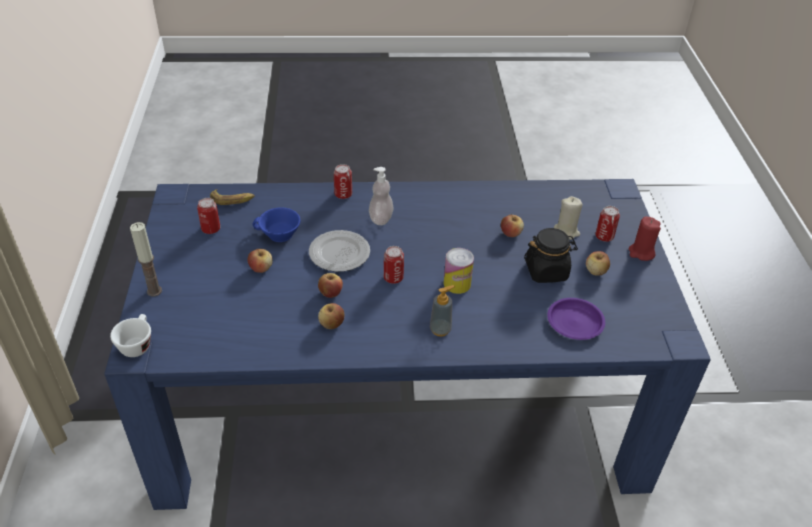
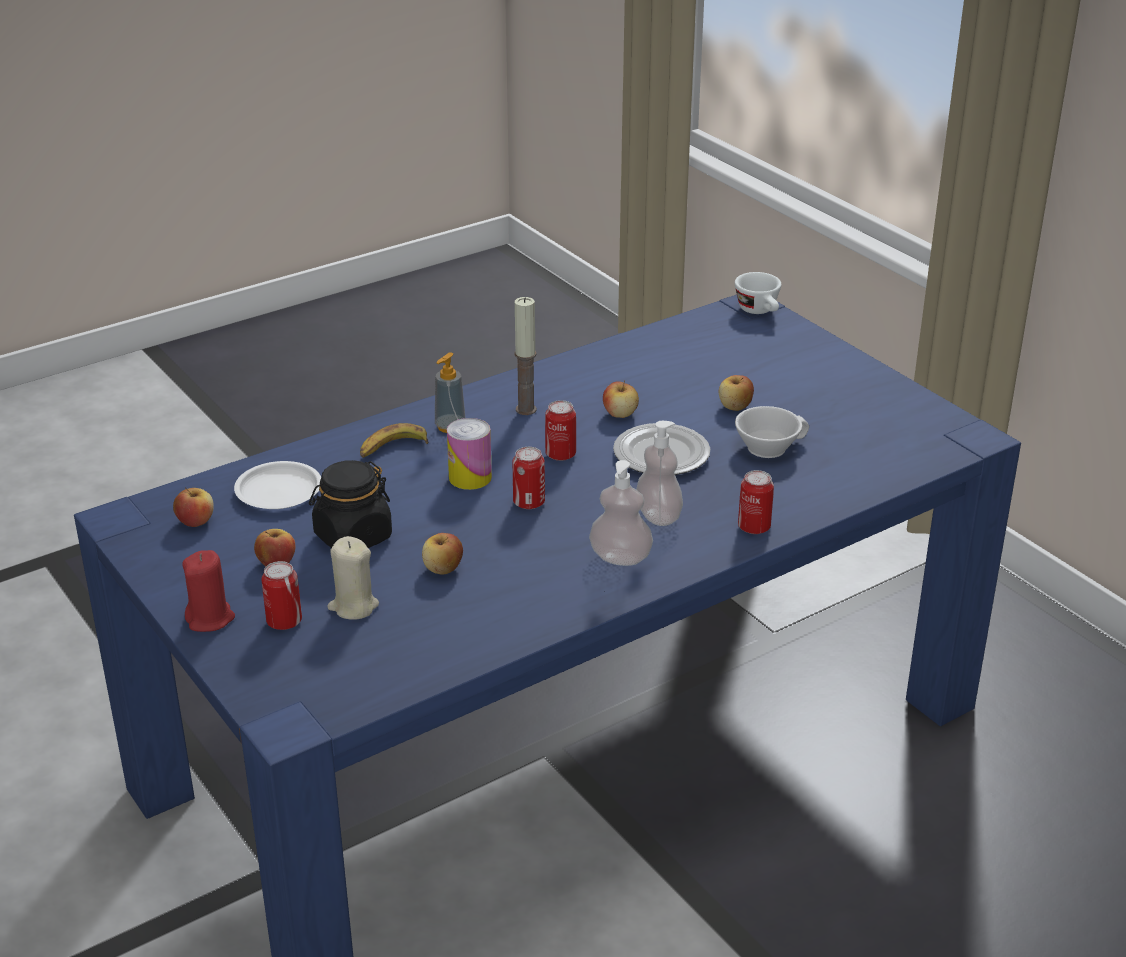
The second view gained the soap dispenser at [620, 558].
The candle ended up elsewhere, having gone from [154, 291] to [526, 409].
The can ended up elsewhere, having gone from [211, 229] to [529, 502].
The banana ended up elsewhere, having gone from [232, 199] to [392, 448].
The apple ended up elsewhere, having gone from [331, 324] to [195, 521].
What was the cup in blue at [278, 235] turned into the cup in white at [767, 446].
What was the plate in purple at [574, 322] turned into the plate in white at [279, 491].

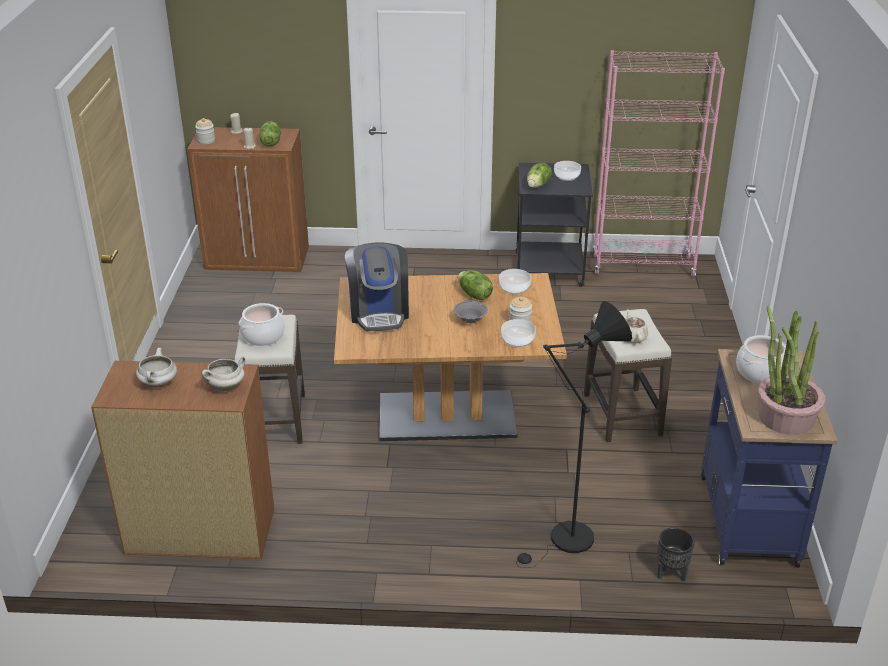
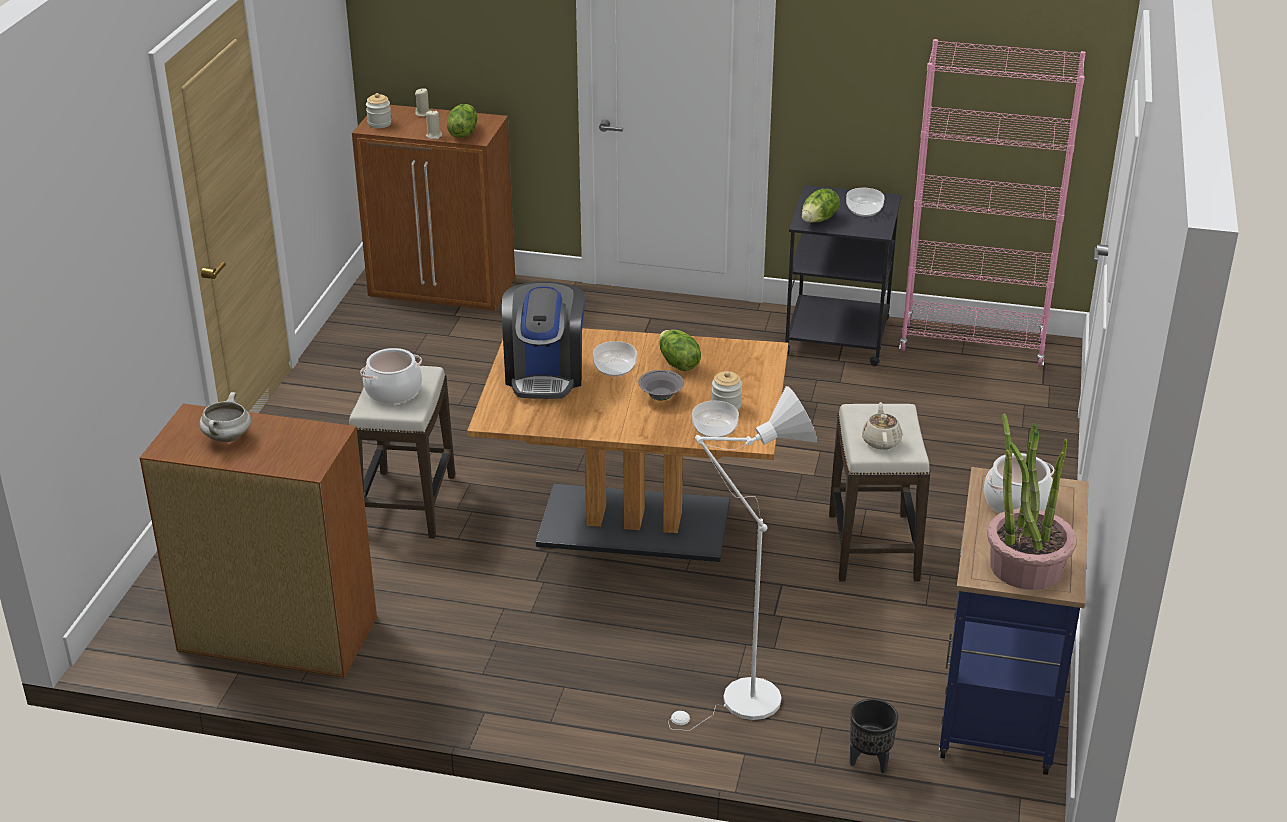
The second view lost the cooking pot in white at [226, 386].
The bowl ended up elsewhere, having gone from [514, 288] to [615, 368].
What was the floor lamp in black at [566, 542] turned into the floor lamp in white at [742, 704].

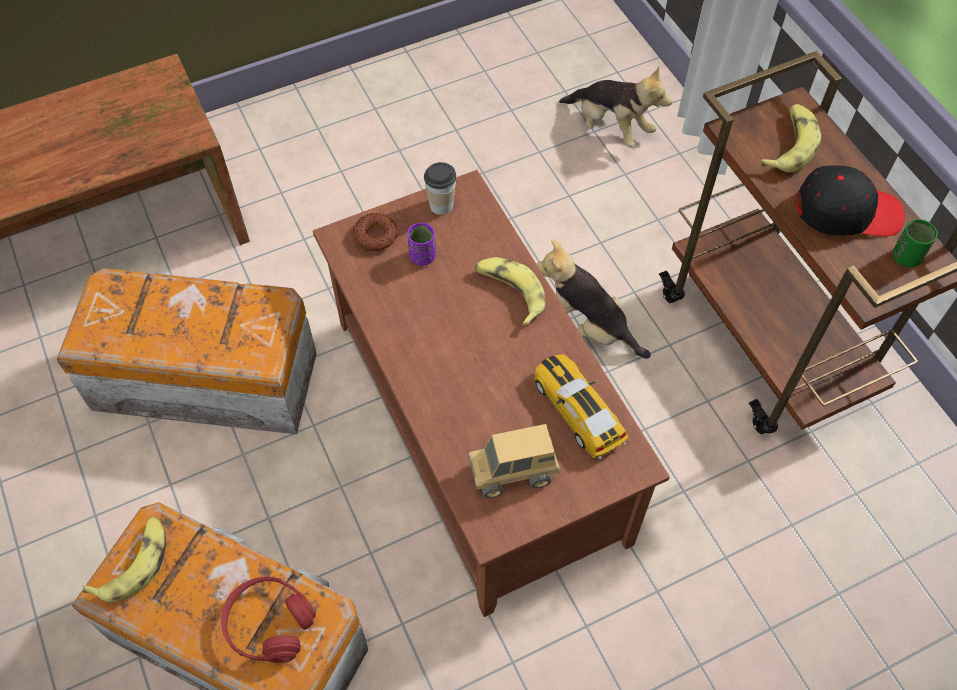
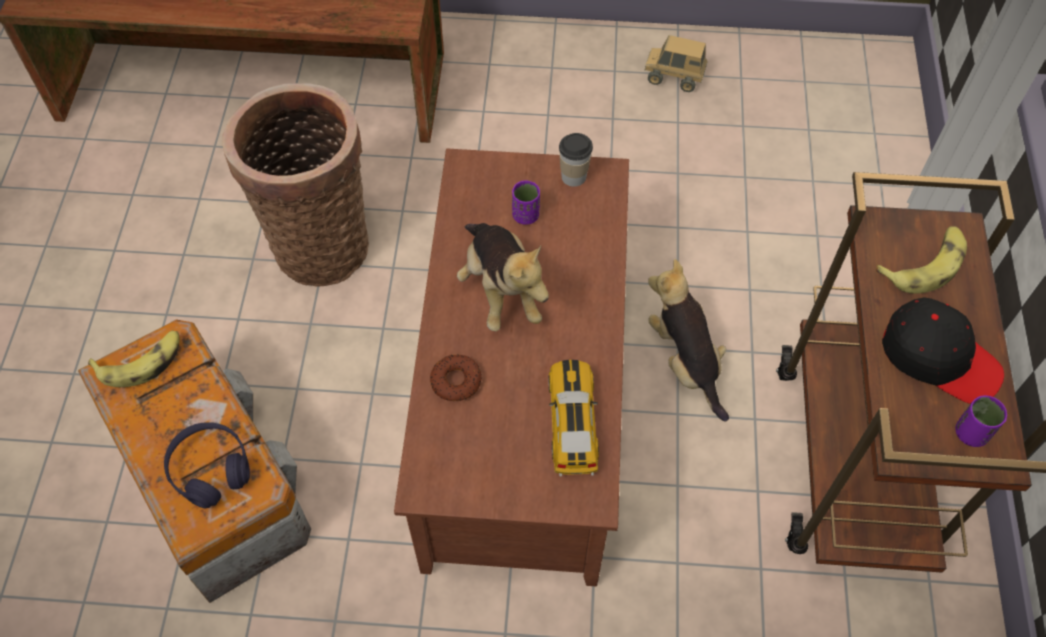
The second view lost the banana at [510, 292].
The donut ended up elsewhere, having gone from [375, 236] to [455, 381].
The toy truck ended up elsewhere, having gone from [513, 473] to [674, 78].
The plush toy ended up elsewhere, having gone from [610, 127] to [500, 290].
Where the storage box stood at [204, 377], the basket came to stand at [320, 242].
What was the headphones in red at [269, 624] turned into the headphones in purple at [210, 469].
What was the cup in green at [906, 257] turned into the cup in purple at [971, 433].

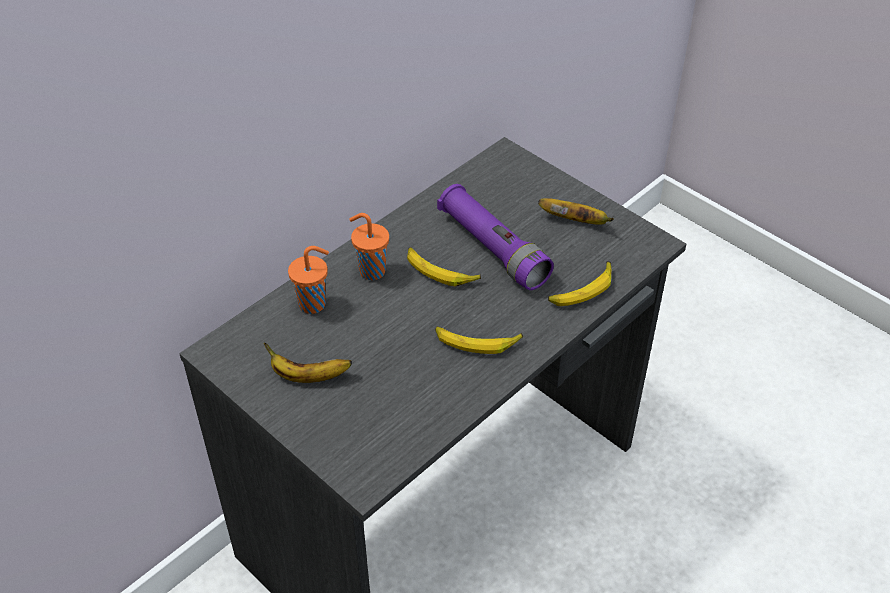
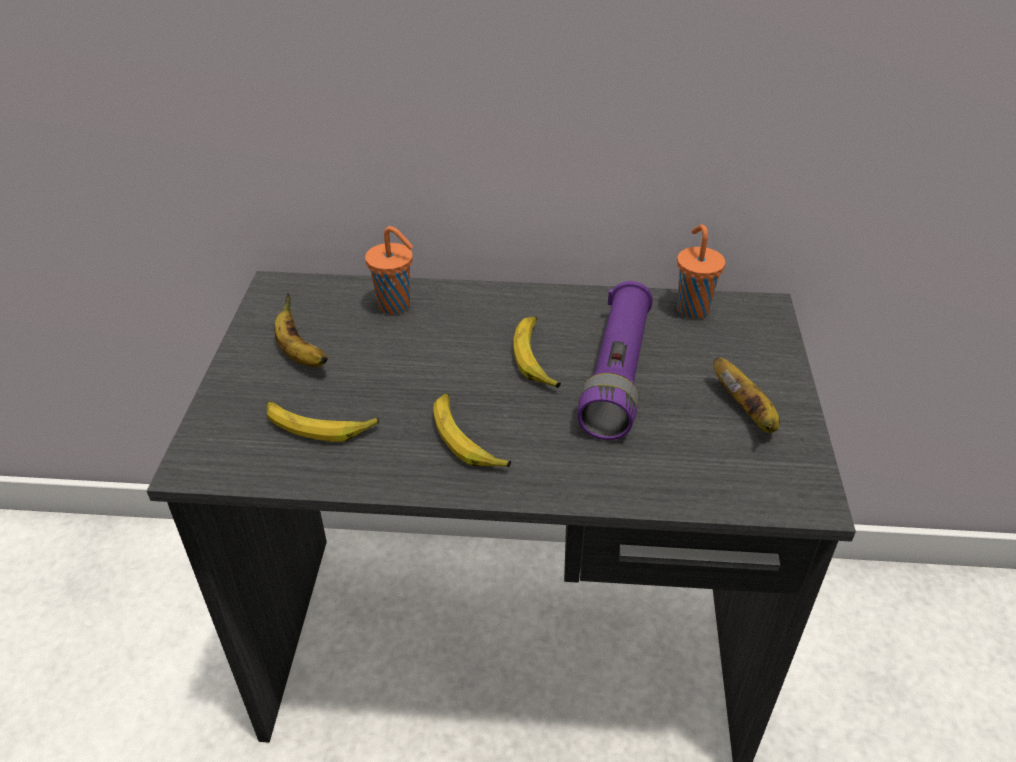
The cup in orange ended up elsewhere, having gone from [370, 271] to [691, 308].
The banana ended up elsewhere, having gone from [582, 290] to [319, 426].

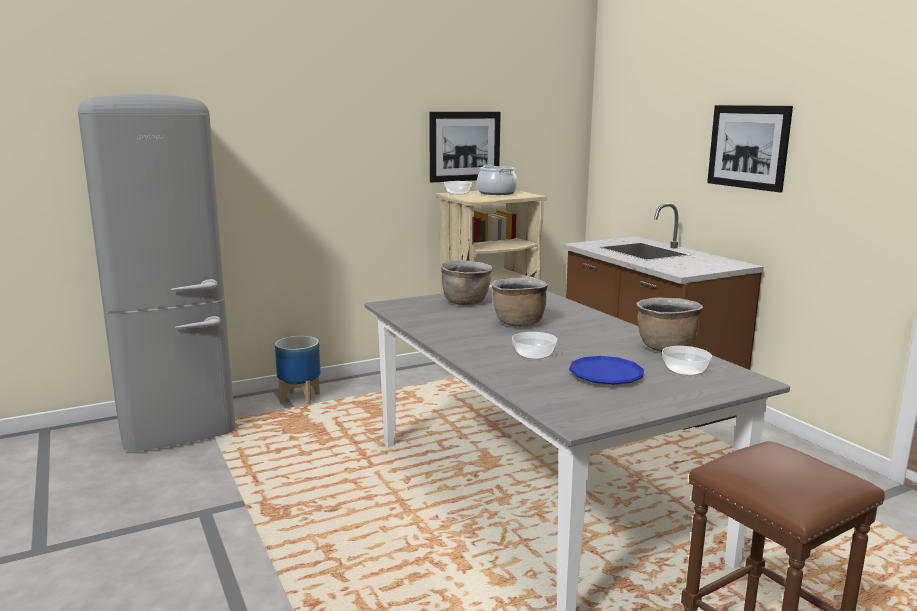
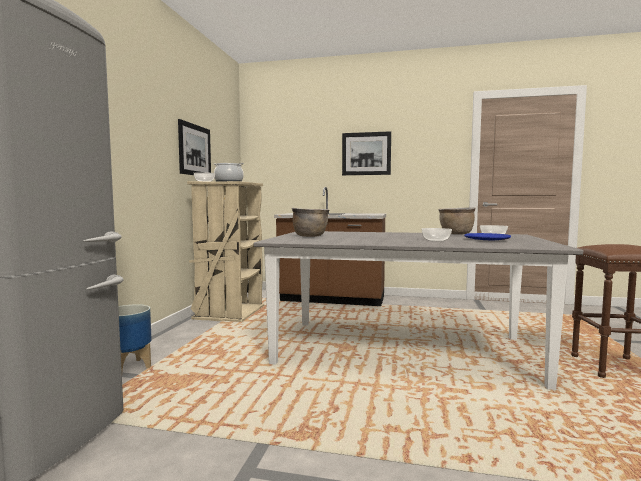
The second view lost the cooking pot in brown at [518, 323].

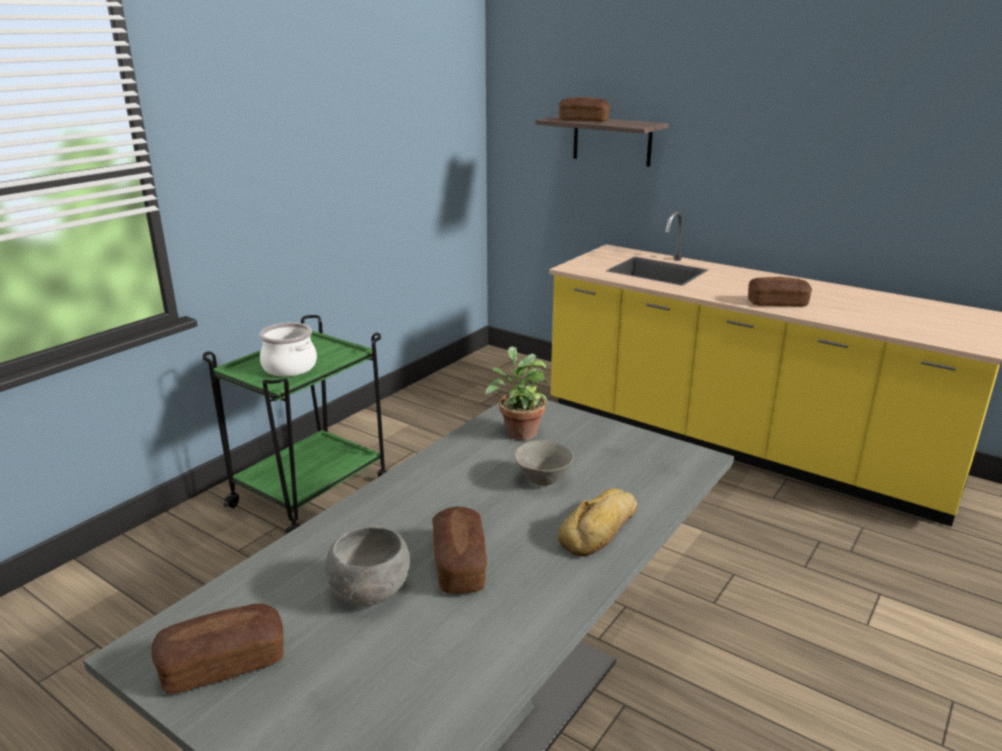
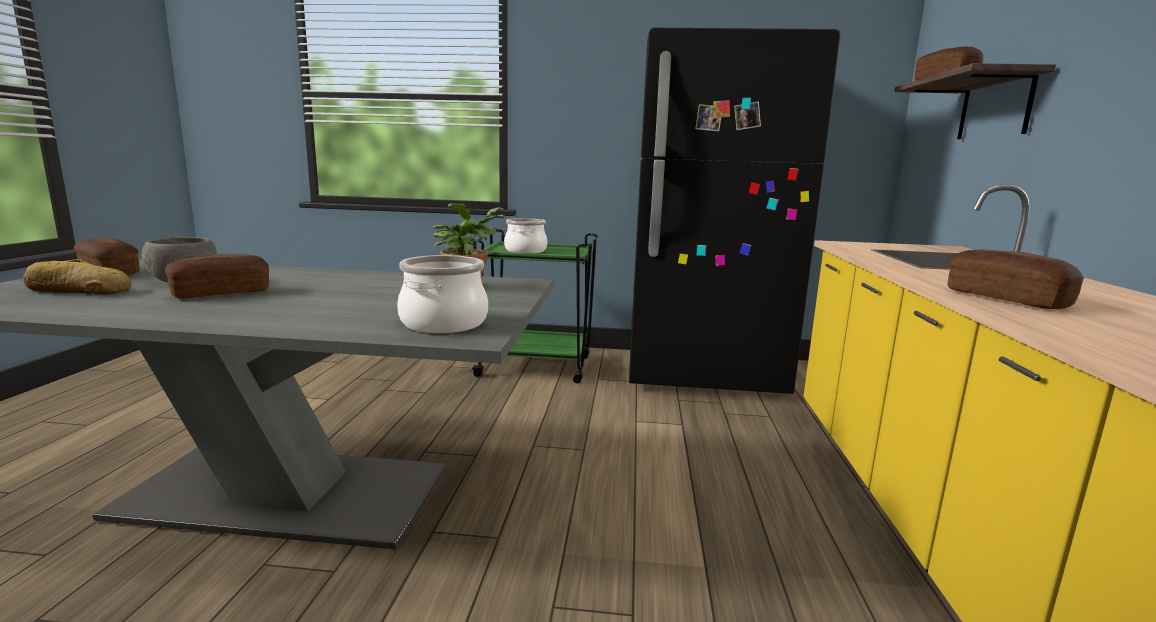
The second view lost the bowl in grey at [543, 480].
The second view gained the cooking pot at [444, 323].
The second view gained the fridge in black at [703, 374].
The bread ended up elsewhere, having gone from [601, 530] to [78, 291].

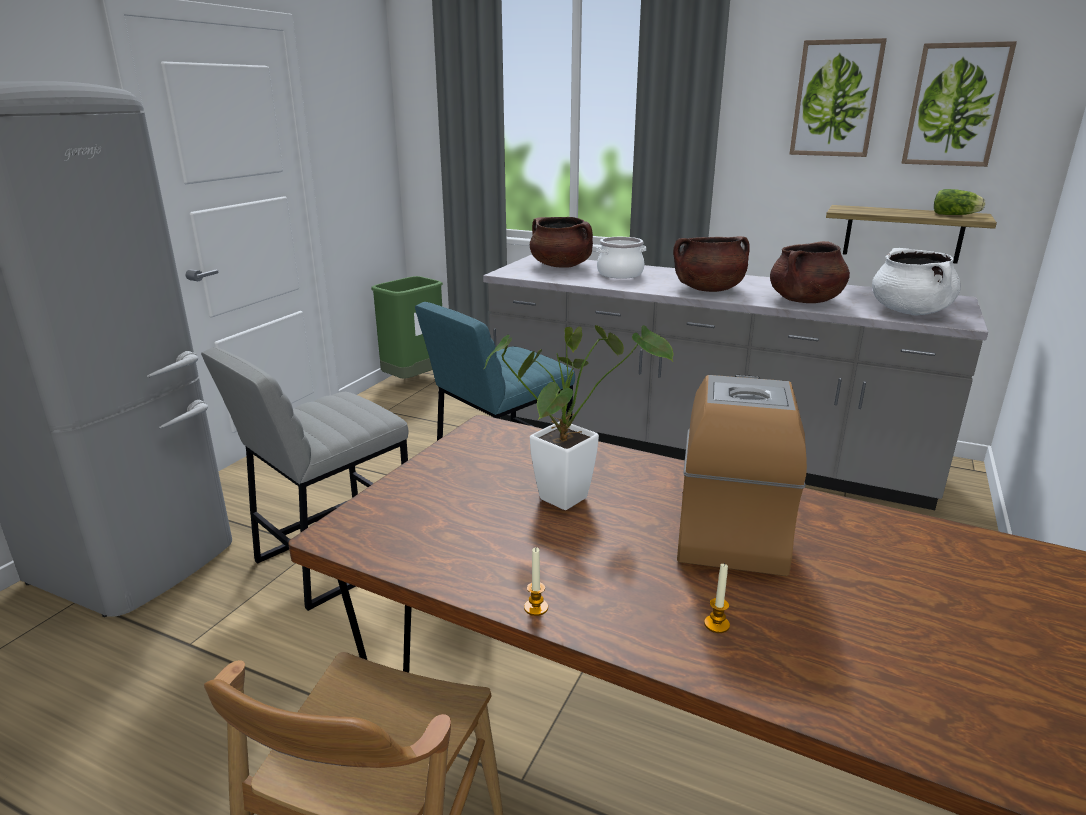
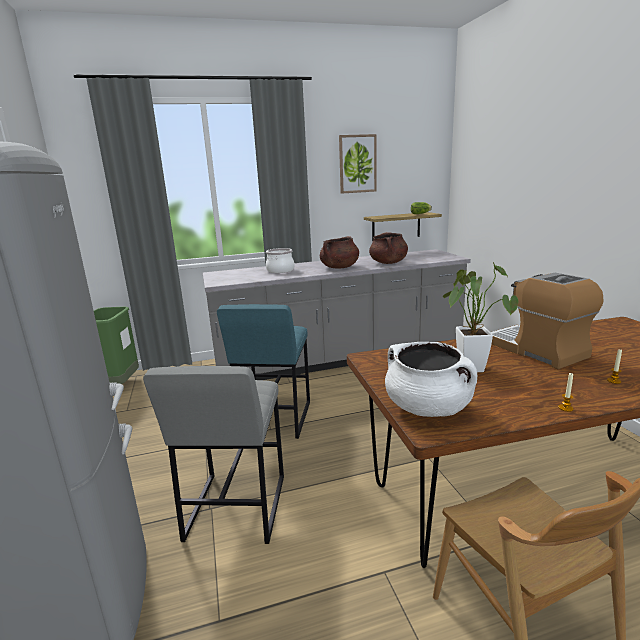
The second view lost the cooking pot in brown at [561, 266].
The second view lost the picture at [955, 105].
The cooking pot in white ended up elsewhere, having gone from [910, 312] to [428, 408].

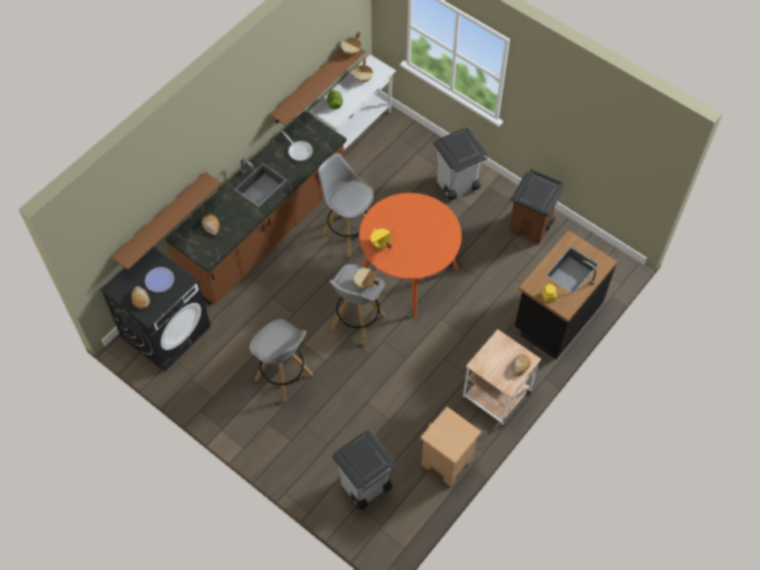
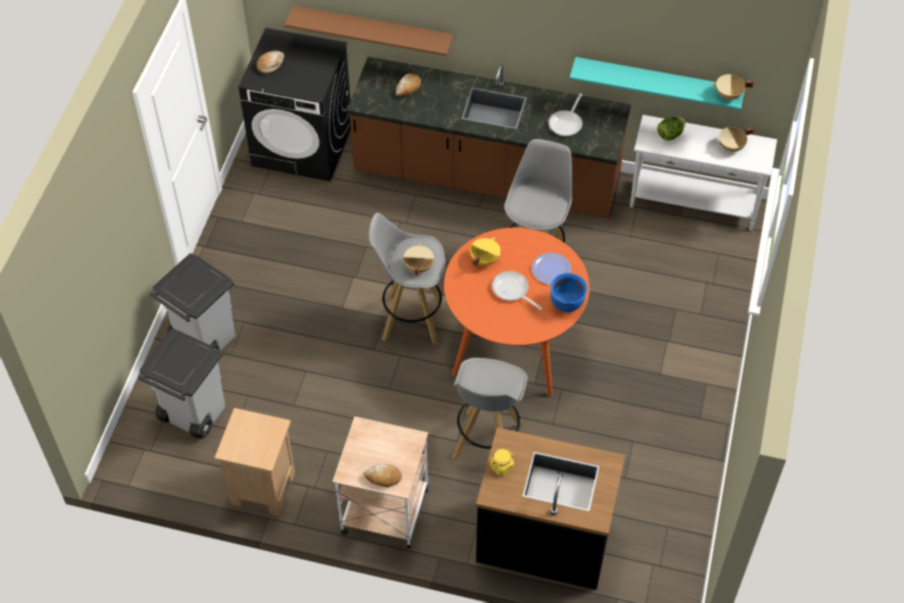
The second view lost the trash can in brown at [531, 226].
The second view gained the frying pan at [512, 291].
The second view gained the cooking pot in blue at [567, 303].
The plate ended up elsewhere, having gone from [159, 280] to [551, 269].
The stool in grey ended up elsewhere, having gone from [284, 378] to [486, 443].
The trash can in grey ended up elsewhere, having gone from [456, 185] to [202, 338].
What was the shelf in brown at [310, 84] turned into the shelf in turquoise at [657, 82].

